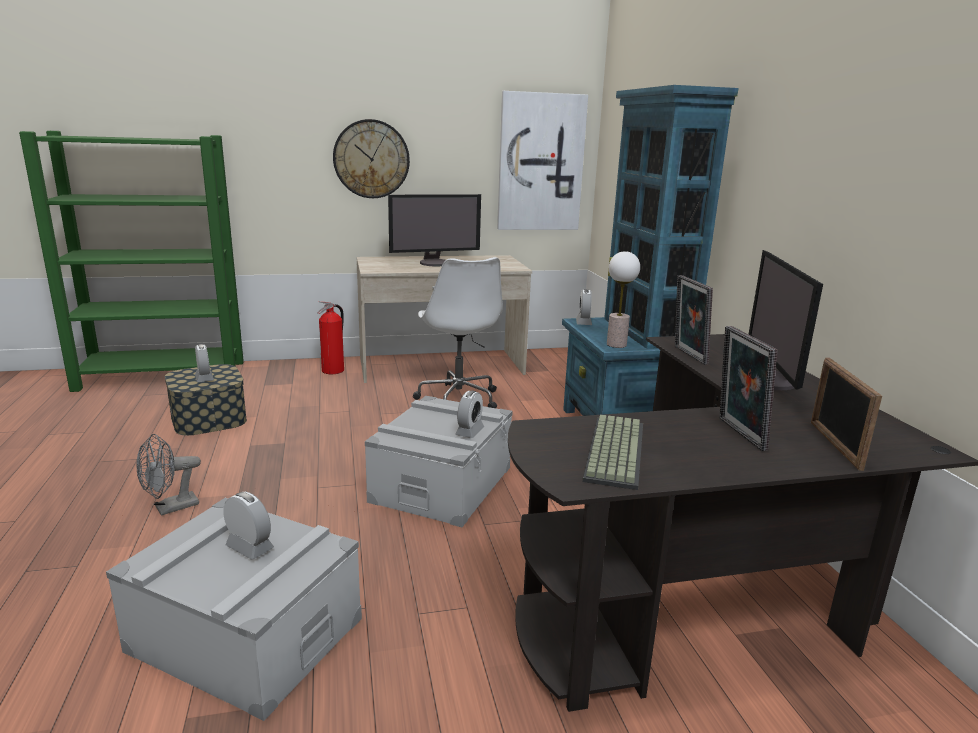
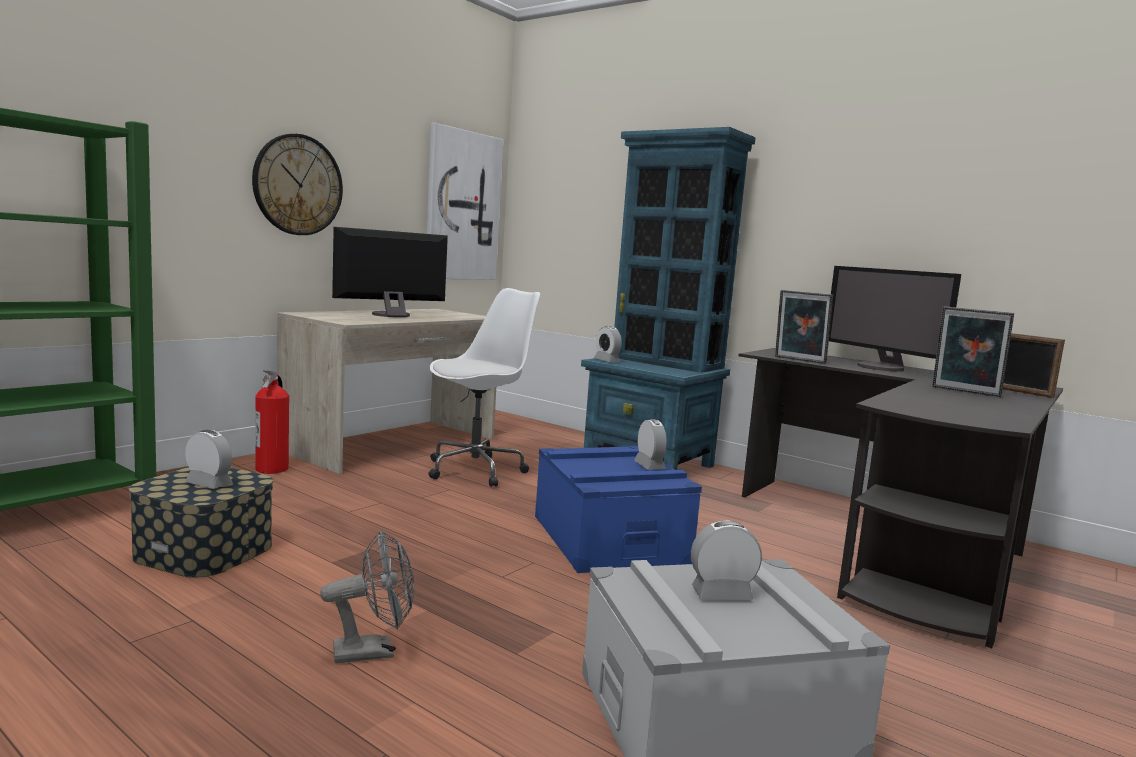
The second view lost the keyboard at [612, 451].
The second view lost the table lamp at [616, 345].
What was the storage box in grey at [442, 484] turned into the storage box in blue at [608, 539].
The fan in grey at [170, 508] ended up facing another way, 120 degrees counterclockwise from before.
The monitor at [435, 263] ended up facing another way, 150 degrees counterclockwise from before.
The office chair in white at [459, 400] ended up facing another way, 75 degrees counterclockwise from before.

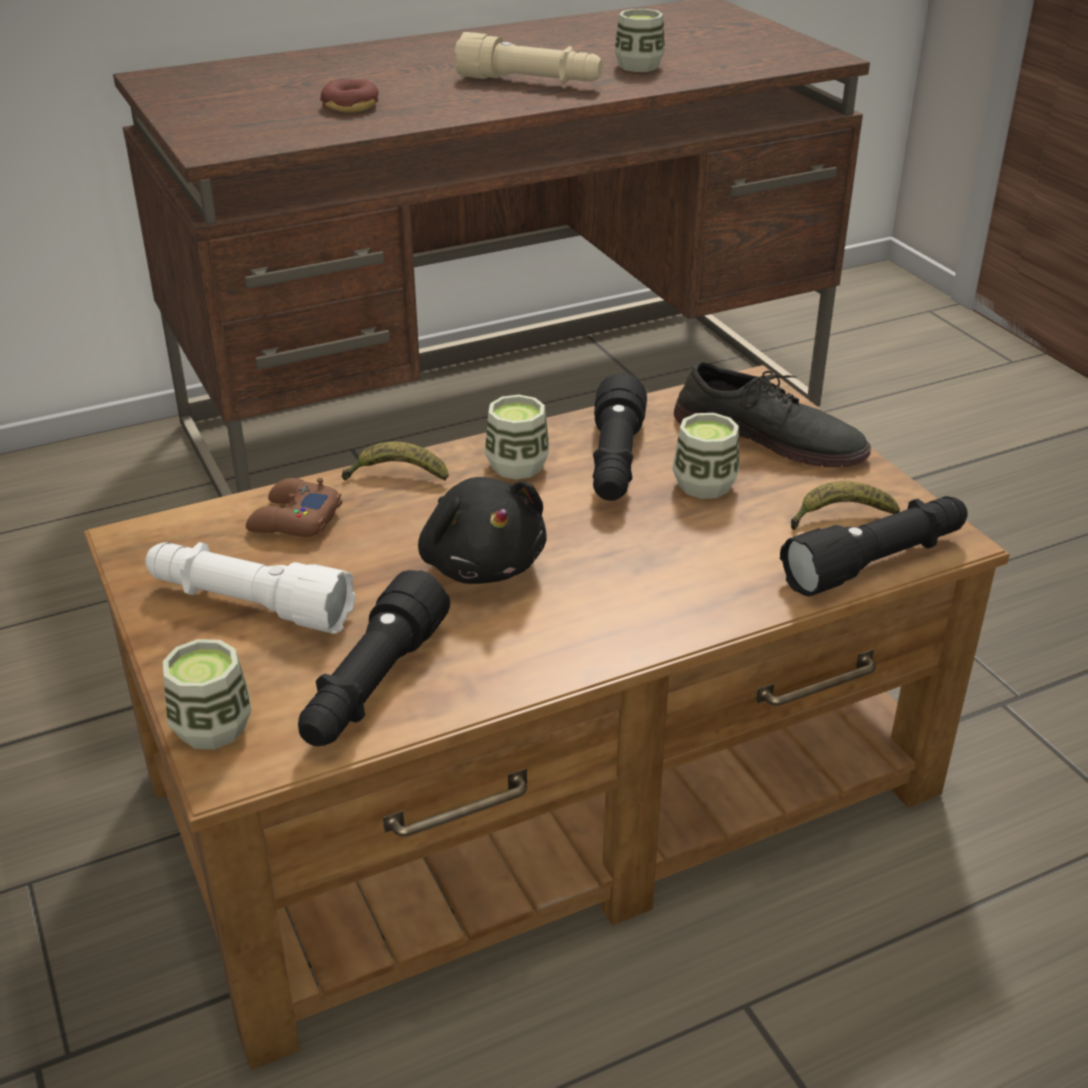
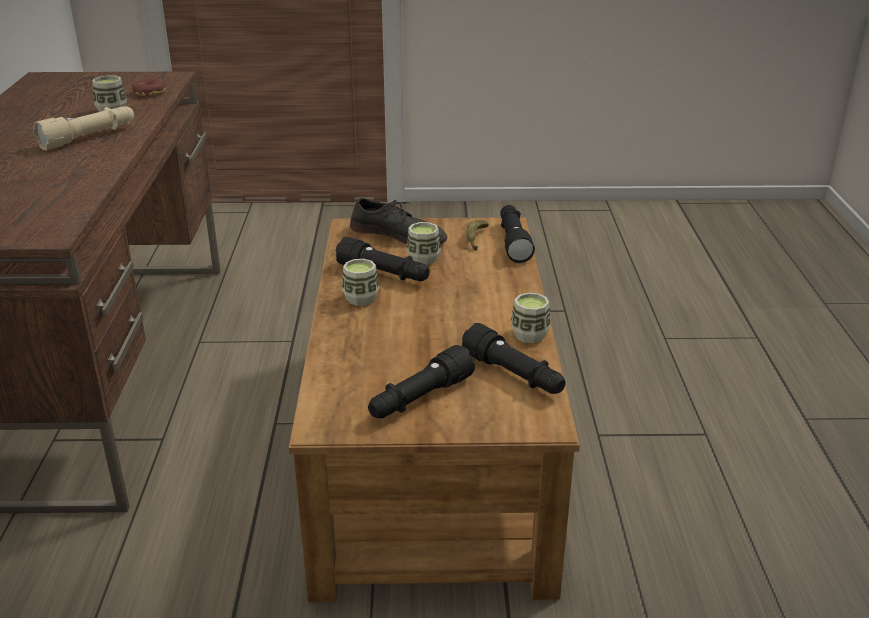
The second view lost the game controller in brown at [294, 520].
The second view lost the banana at [396, 476].
The second view lost the plush toy in black at [482, 563].
The cup ended up elsewhere, having gone from [212, 727] to [529, 335].
The donut ended up elsewhere, having gone from [350, 106] to [150, 93].
What was the flashlight in white at [249, 604] turned into the flashlight in black at [419, 399].
The shoe in grey at [770, 436] ended up facing another way, 60 degrees clockwise from before.

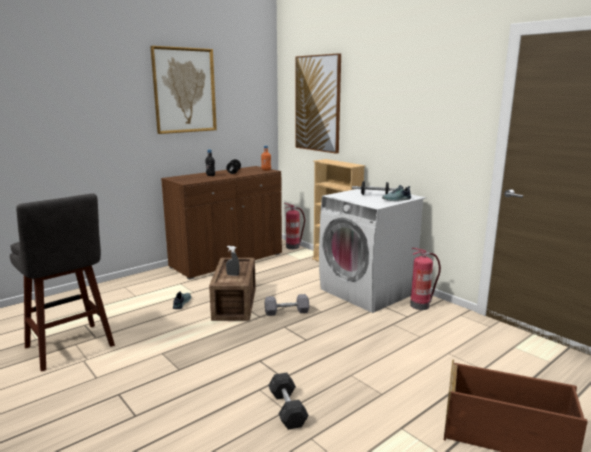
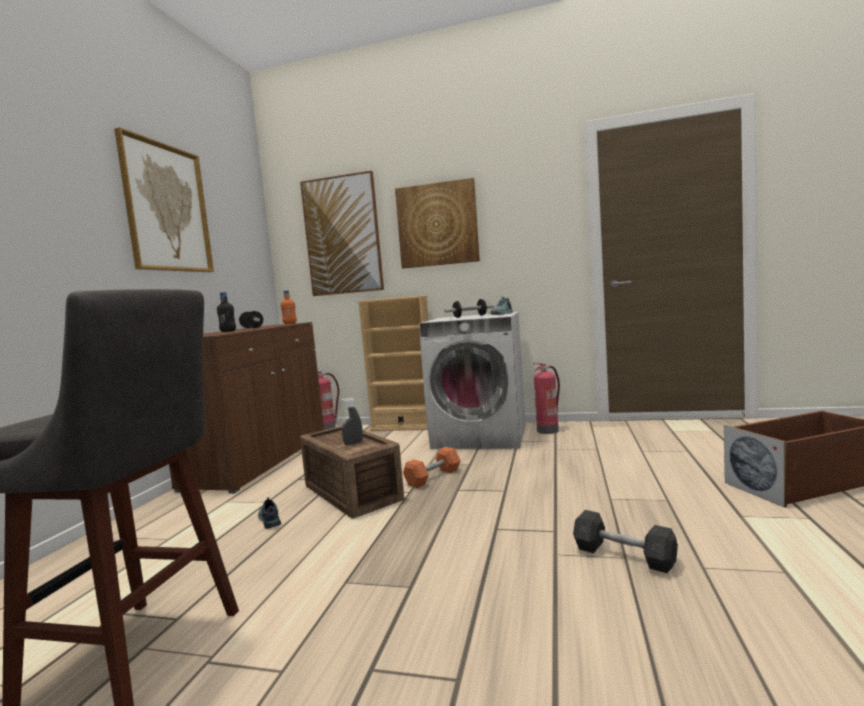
The second view gained the picture at [437, 224].
What was the dumbbell in grey at [286, 312] turned into the dumbbell in orange at [433, 477].

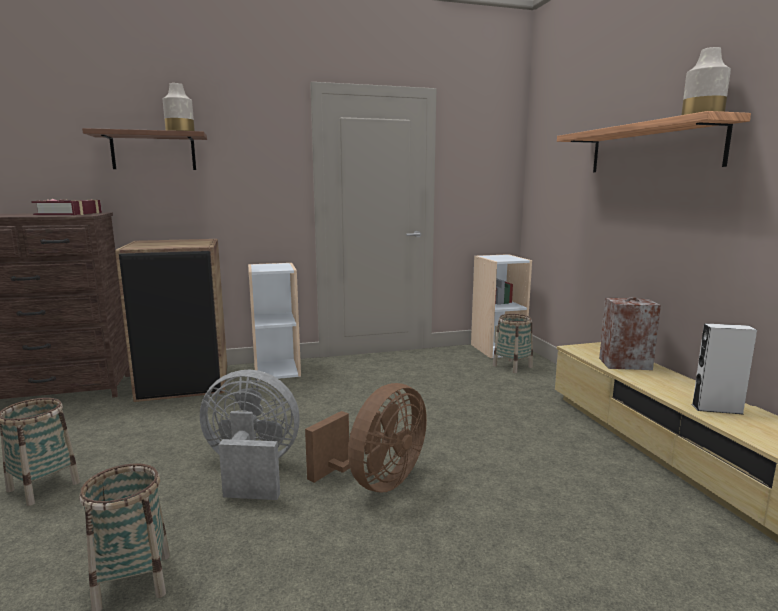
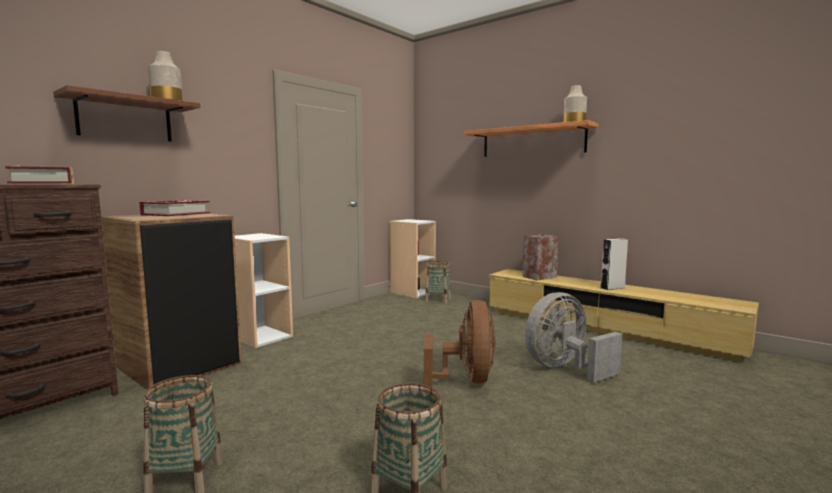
The second view gained the book at [176, 214].
The fan in grey ended up elsewhere, having gone from [252, 470] to [564, 368].

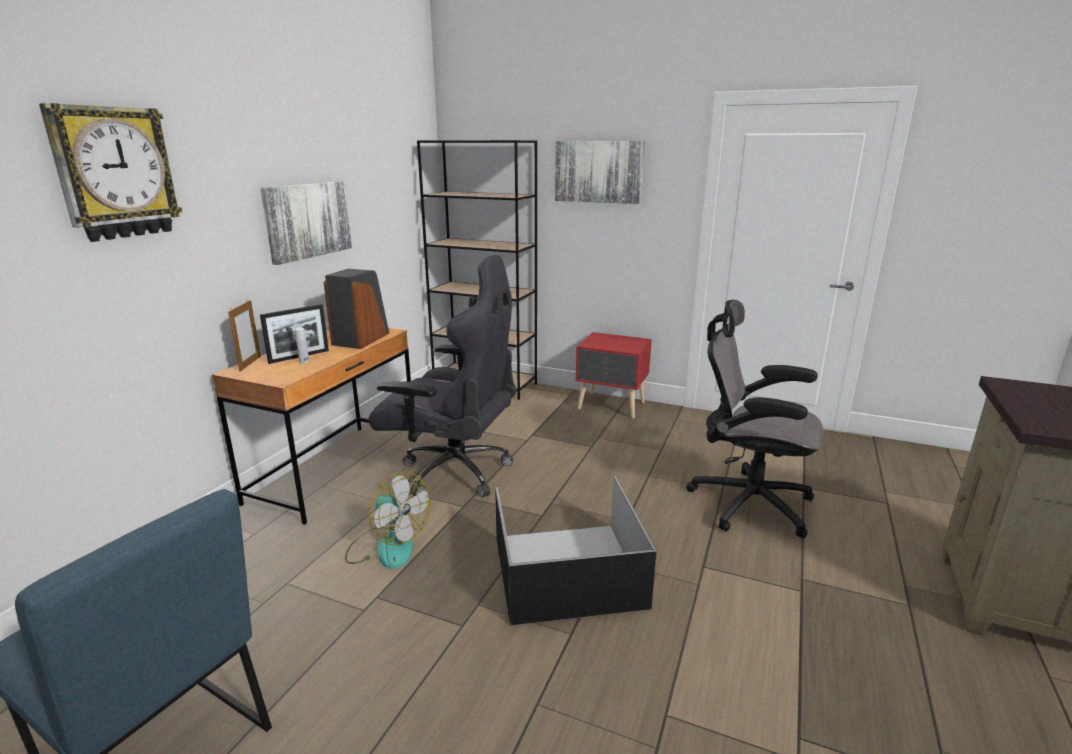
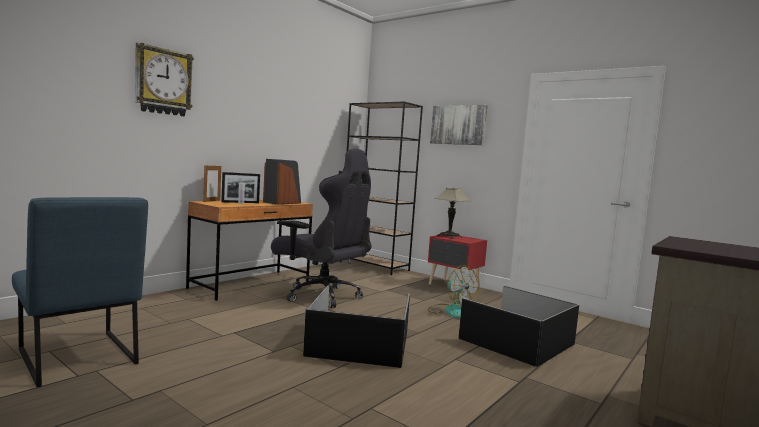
The second view lost the picture at [307, 220].
The second view gained the table lamp at [449, 236].
The fan ended up elsewhere, having gone from [387, 546] to [450, 310].
Where the office chair stood at [749, 505], the storage box in black came to stand at [517, 341].

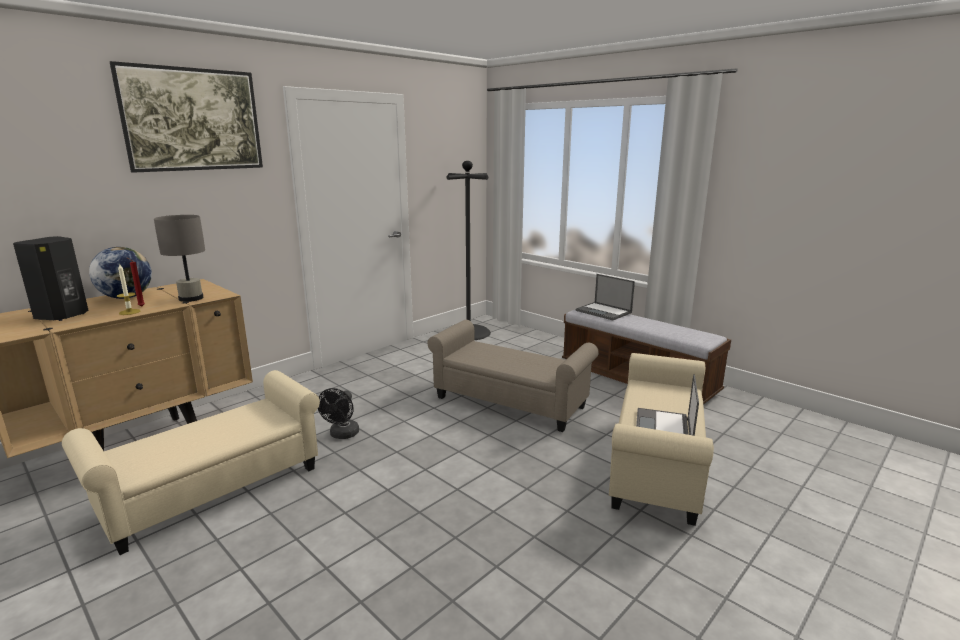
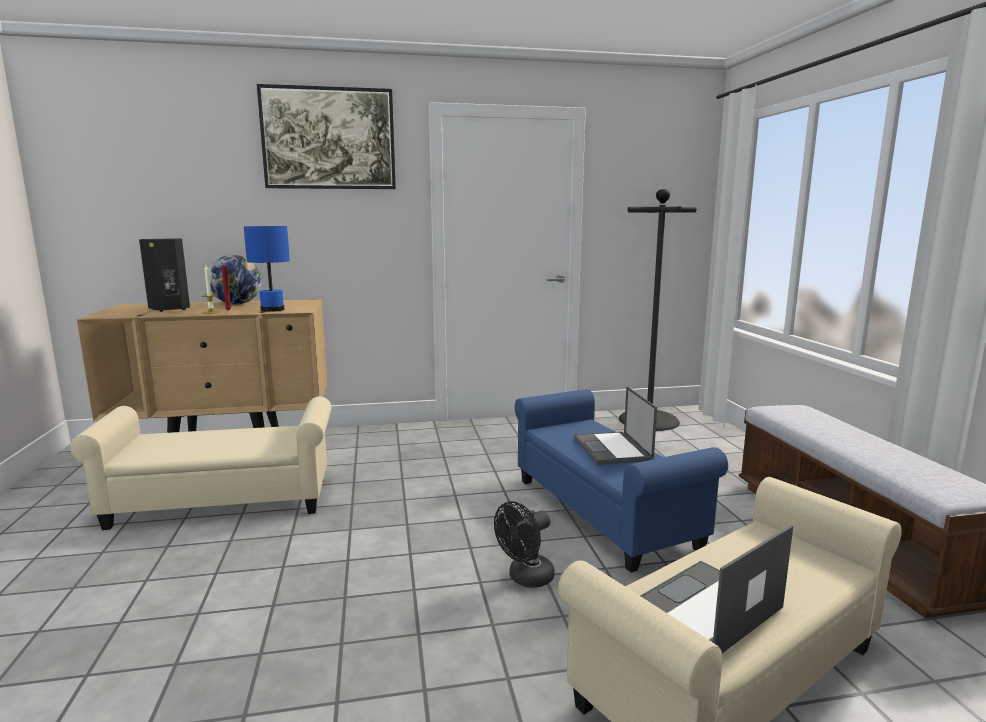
The fan in black ended up elsewhere, having gone from [342, 435] to [526, 579].
The laptop ended up elsewhere, having gone from [604, 312] to [613, 449].
What was the table lamp in grey at [191, 298] turned into the table lamp in blue at [273, 309].
What was the ottoman in beige at [510, 402] turned into the ottoman in blue at [603, 512].

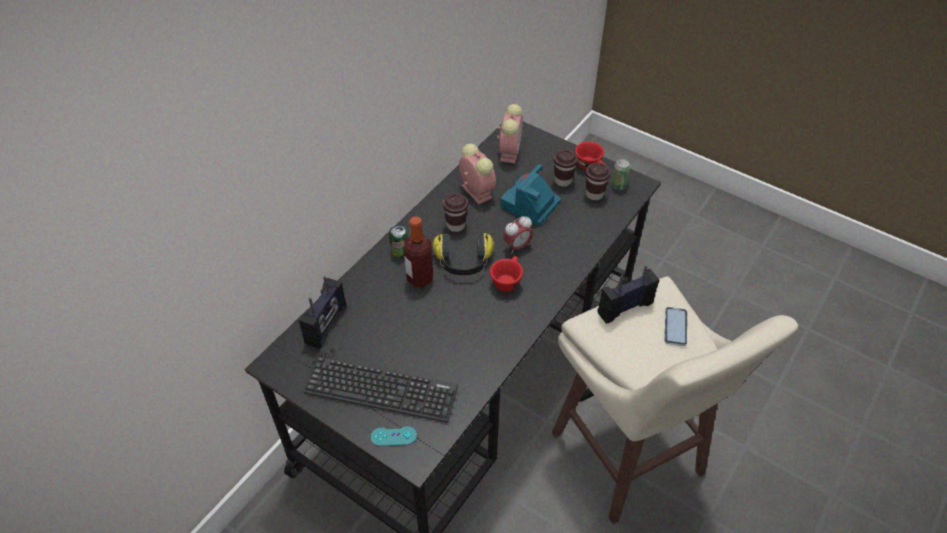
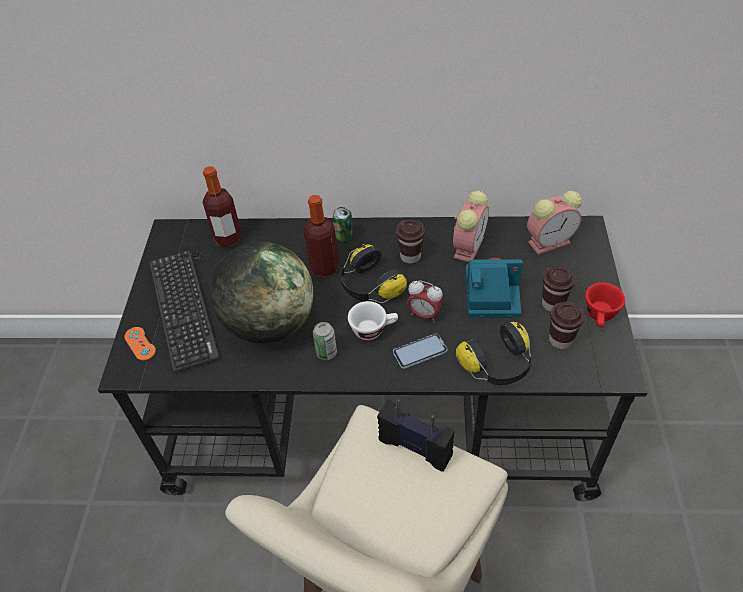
The second view gained the globe at [270, 324].
The second view gained the headphones at [498, 365].
The can ended up elsewhere, having gone from [618, 185] to [326, 353].
The phone ended up elsewhere, having gone from [675, 327] to [420, 352].
Where the radio stood at [326, 324], the bottle came to stand at [228, 238].
What was the game controller in turquoise at [393, 436] turned into the game controller in orange at [140, 343].
What was the cup in red at [507, 280] turned into the cup in white at [373, 329].

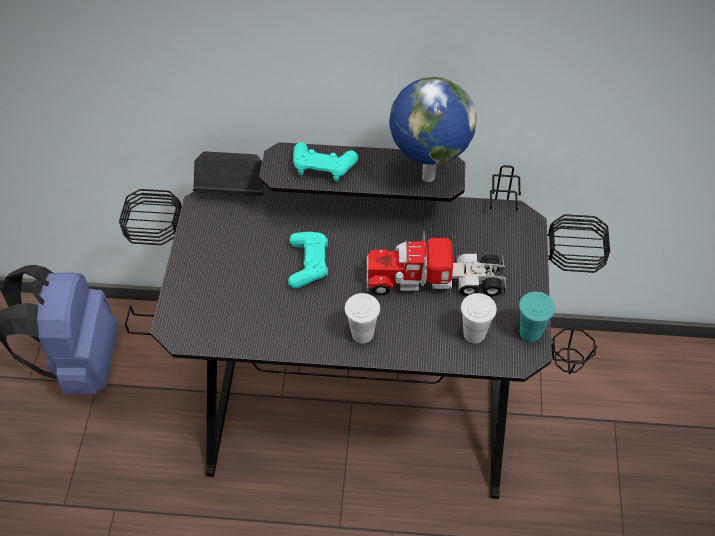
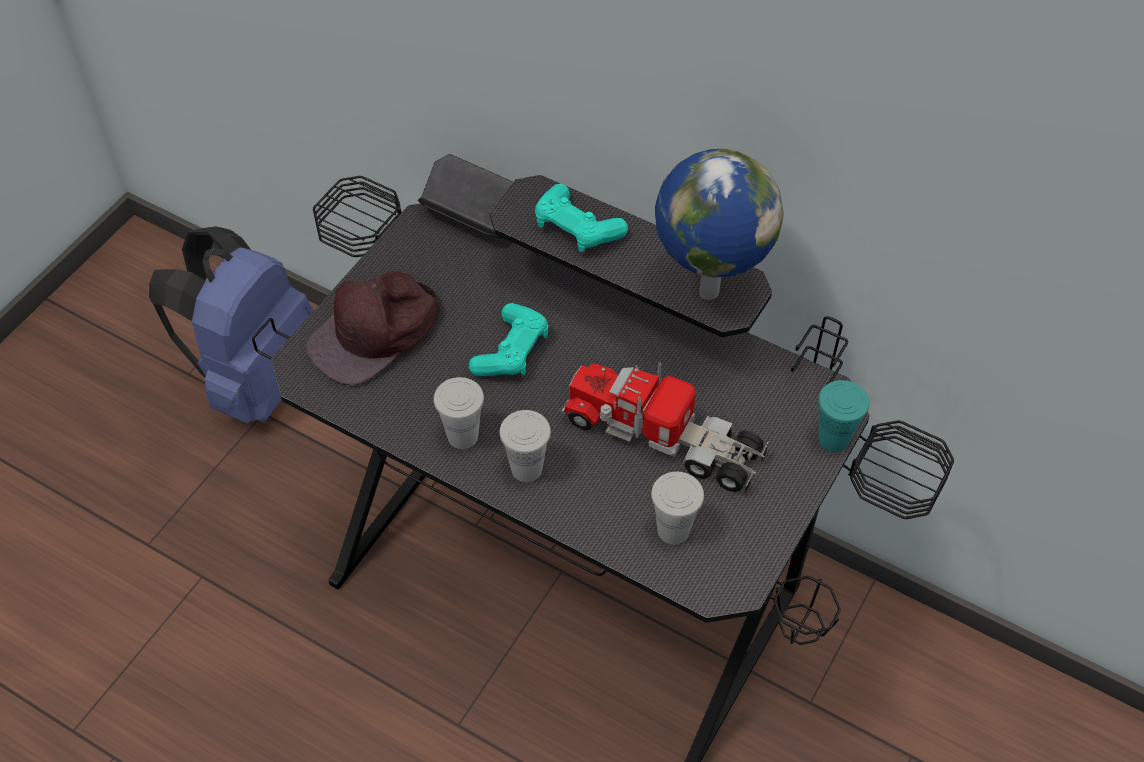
The second view gained the cap in brown at [376, 333].
The second view gained the cup in white at [462, 436].
The cup in turquoise ended up elsewhere, having gone from [530, 332] to [833, 439].

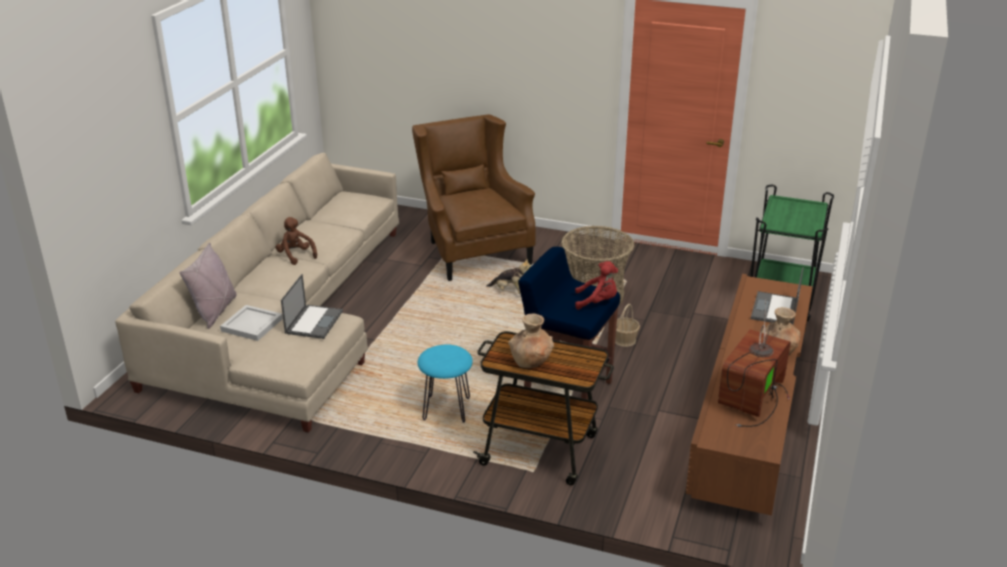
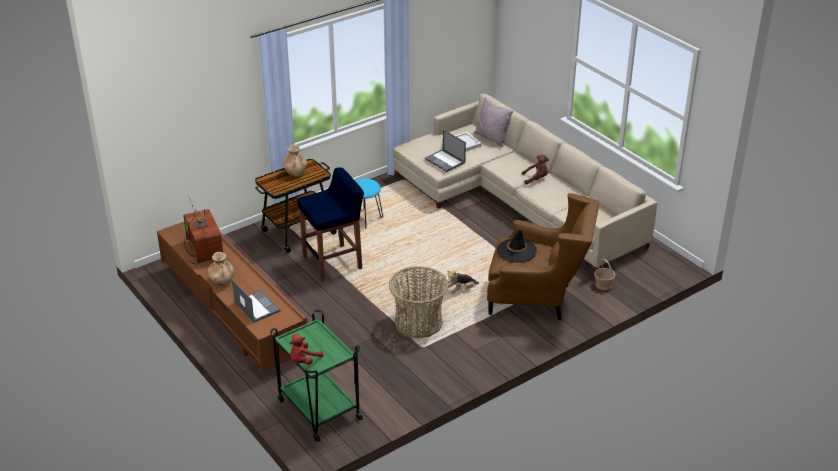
The second view gained the hat in black at [516, 251].
The plush toy in red ended up elsewhere, having gone from [597, 302] to [303, 361].
The basket ended up elsewhere, having gone from [624, 340] to [603, 284].

